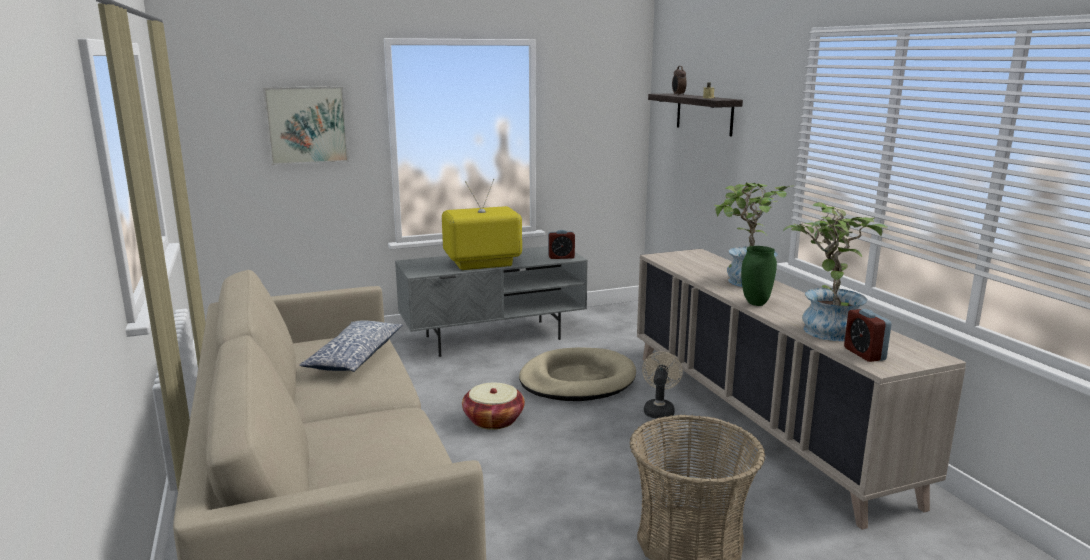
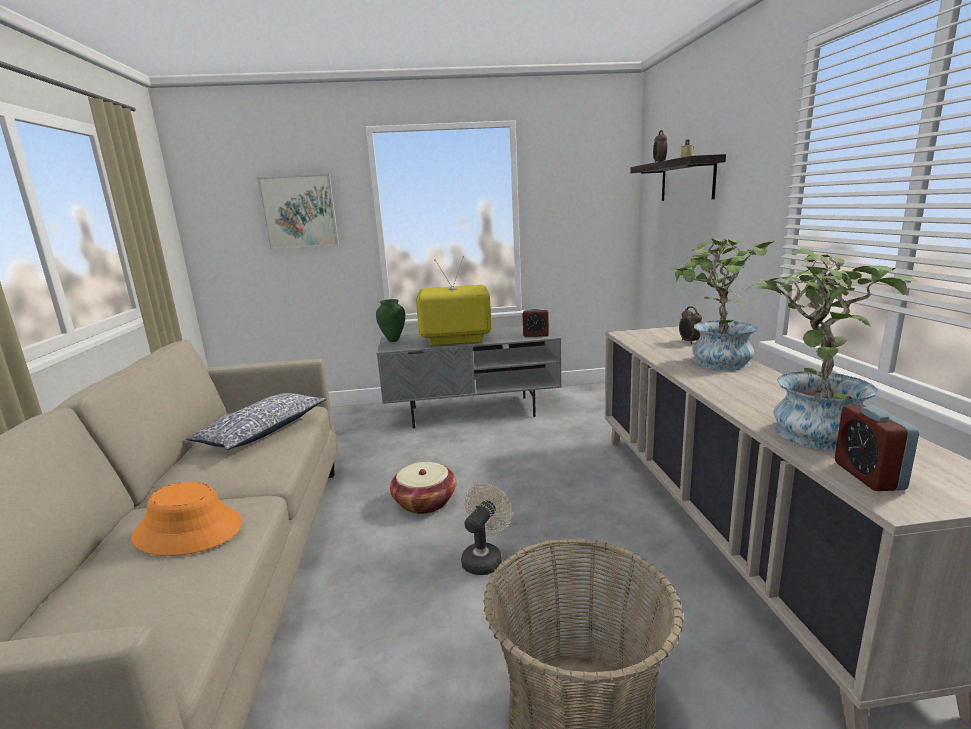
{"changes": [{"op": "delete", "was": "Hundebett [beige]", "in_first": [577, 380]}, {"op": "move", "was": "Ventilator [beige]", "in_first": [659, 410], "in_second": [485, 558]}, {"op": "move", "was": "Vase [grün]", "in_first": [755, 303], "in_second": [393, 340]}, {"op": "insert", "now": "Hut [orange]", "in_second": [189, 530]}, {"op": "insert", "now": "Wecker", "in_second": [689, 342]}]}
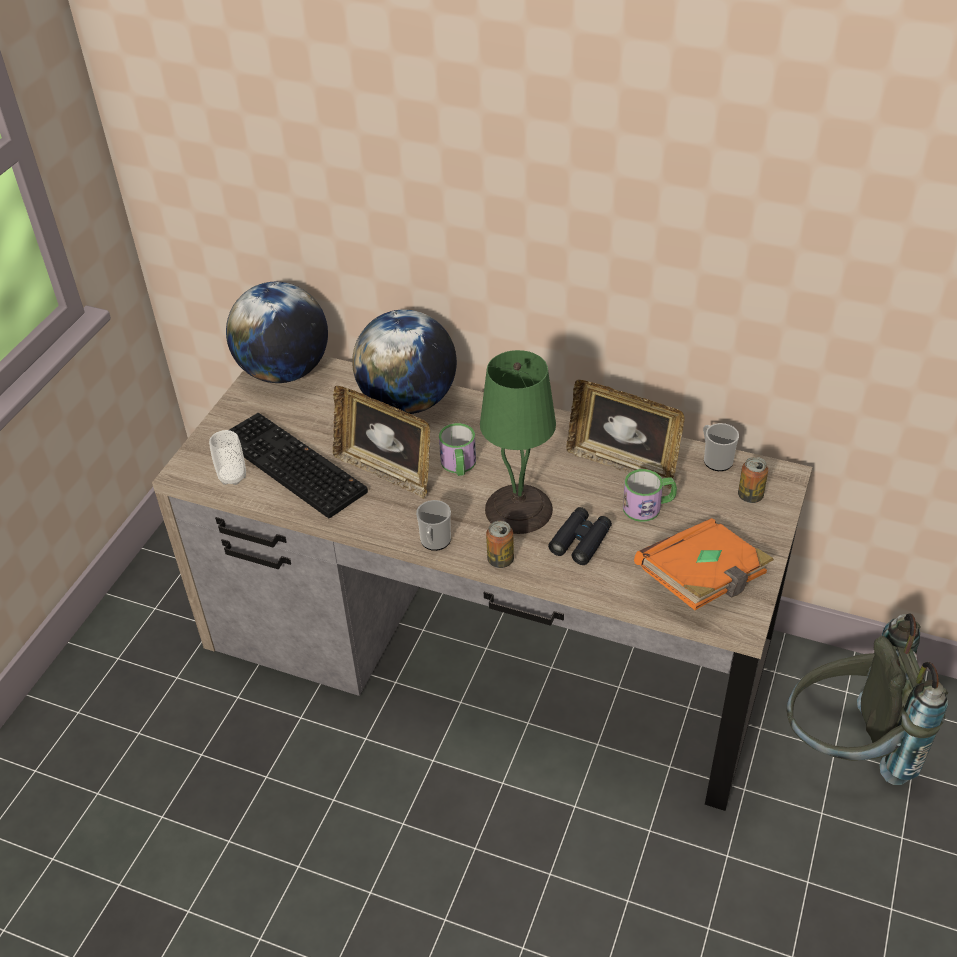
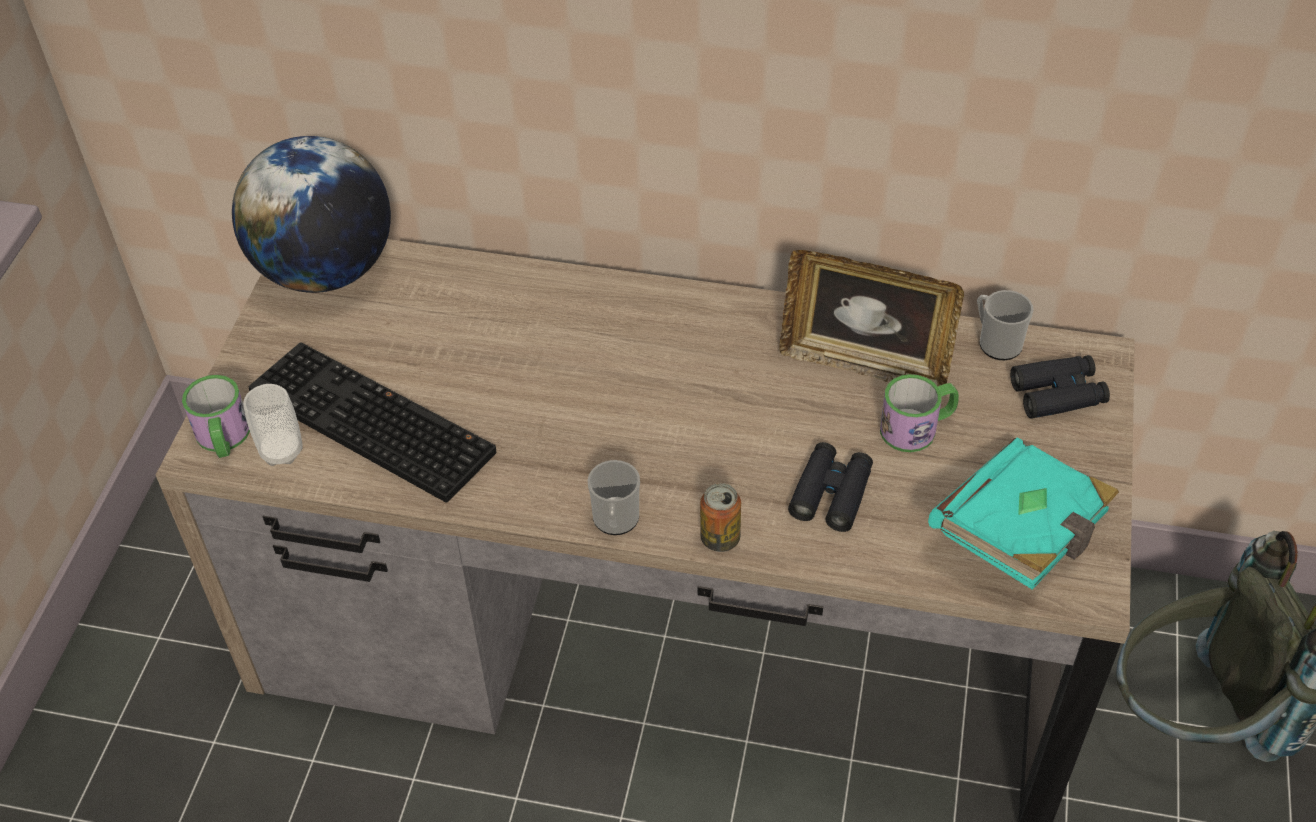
{"changes": [{"op": "delete", "was": "Bilderrahmen", "in_first": [385, 471]}, {"op": "delete", "was": "Globus", "in_first": [408, 401]}, {"op": "move", "was": "Henkelbecher", "in_first": [459, 466], "in_second": [223, 438]}, {"op": "delete", "was": "Tischlampe [grün]", "in_first": [519, 510]}, {"op": "recolor", "was": "Buch [orange]", "now": "Buch [türkis]", "in_first": [703, 581], "in_second": [1021, 534]}, {"op": "replace", "was": "Dose", "now": "Fernglas [schwarz]", "in_first": [750, 496], "in_second": [1058, 394]}]}
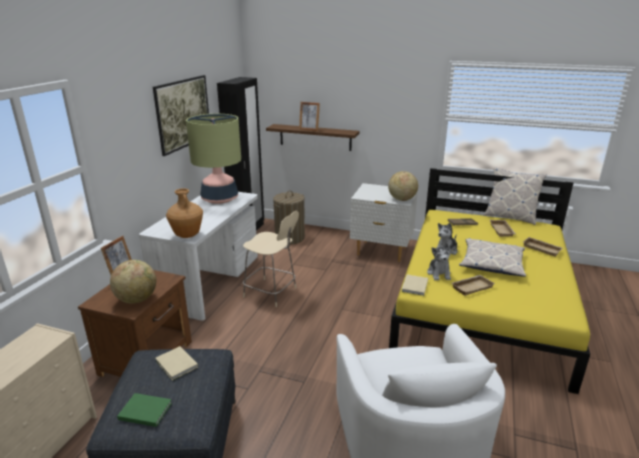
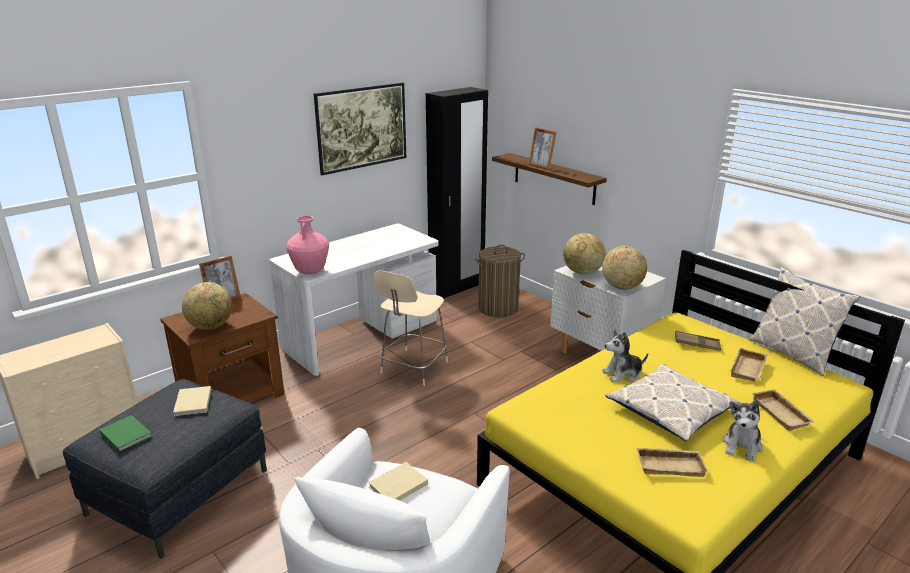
{"changes": [{"op": "recolor", "was": "Vase [braun]", "now": "Vase [rosa]", "in_first": [187, 235], "in_second": [310, 271]}, {"op": "delete", "was": "Tischlampe", "in_first": [220, 199]}, {"op": "rotate", "was": "Stuhl [beige]", "in_first": [271, 293], "in_second": [413, 368], "clockwise": 60}, {"op": "move", "was": "Buch [beige]", "in_first": [414, 286], "in_second": [396, 485]}, {"op": "move", "was": "Plüschtier", "in_first": [439, 273], "in_second": [742, 446]}, {"op": "move", "was": "Tablett [beige]", "in_first": [471, 287], "in_second": [670, 465]}, {"op": "insert", "now": "Globus", "in_second": [582, 273]}]}
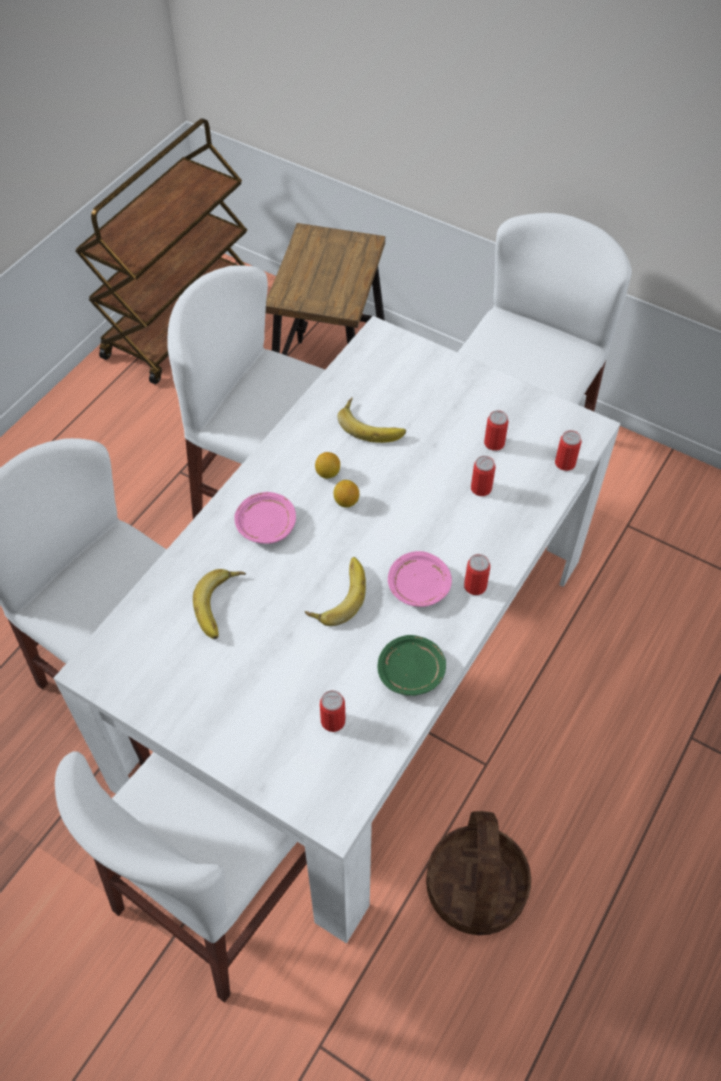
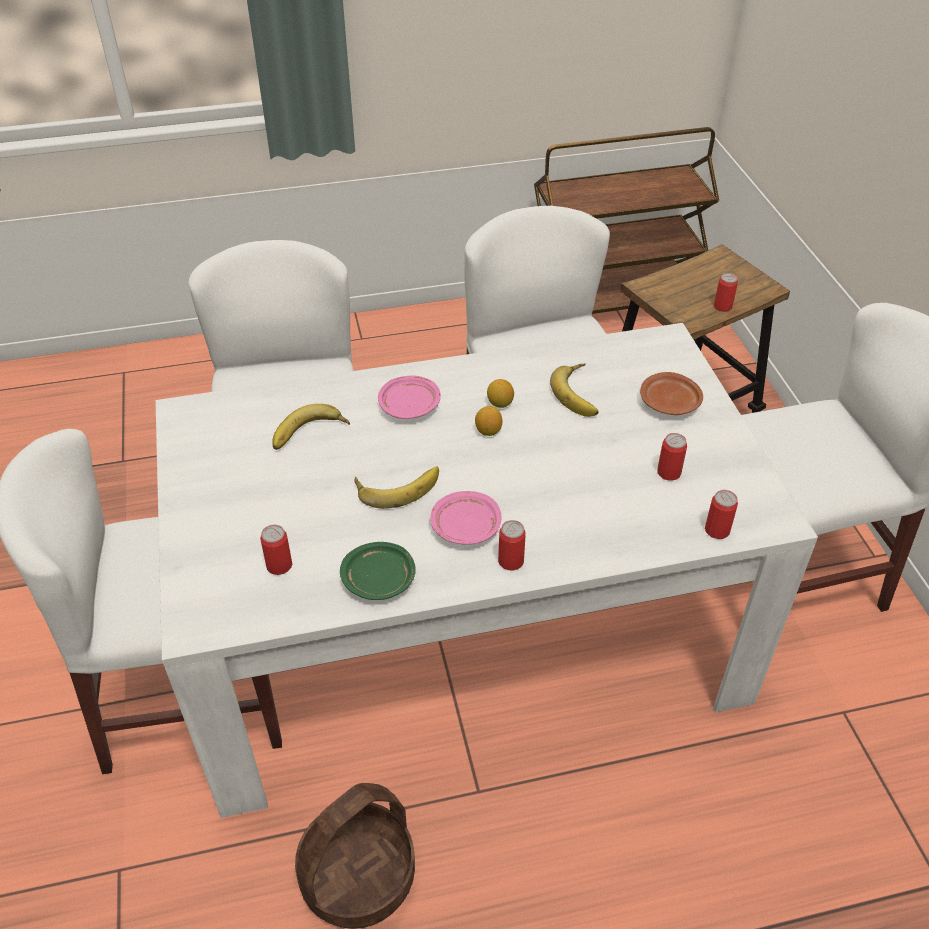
{"changes": [{"op": "move", "was": "Dose", "in_first": [481, 488], "in_second": [722, 306]}, {"op": "insert", "now": "Teller [braun]", "in_second": [669, 403]}]}
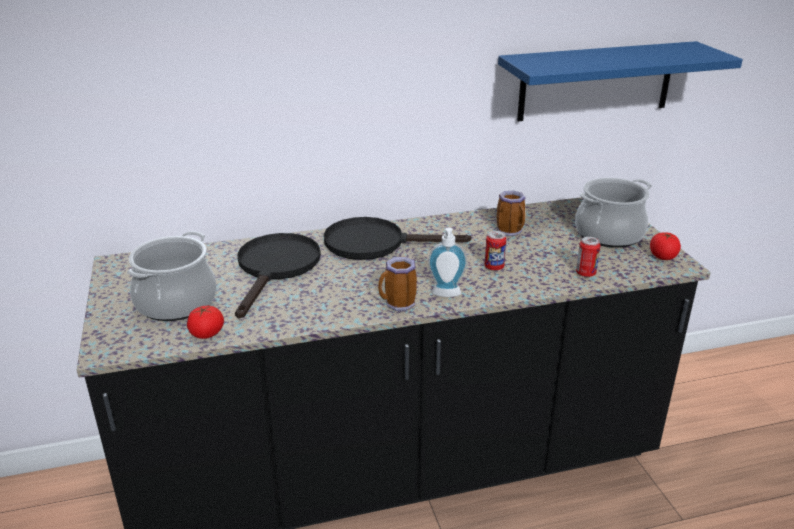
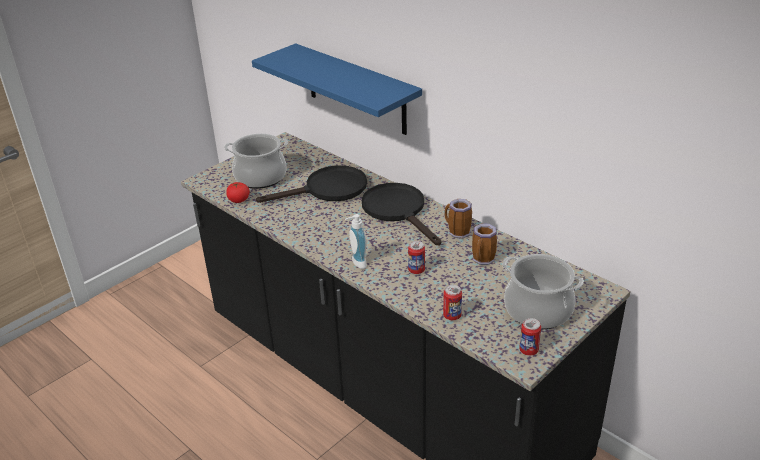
{"changes": [{"op": "move", "was": "Henkelbecher", "in_first": [398, 305], "in_second": [457, 232]}, {"op": "move", "was": "Wandregal [blau]", "in_first": [596, 81], "in_second": [356, 89]}, {"op": "replace", "was": "Tomate", "now": "Dose", "in_first": [663, 256], "in_second": [528, 350]}]}
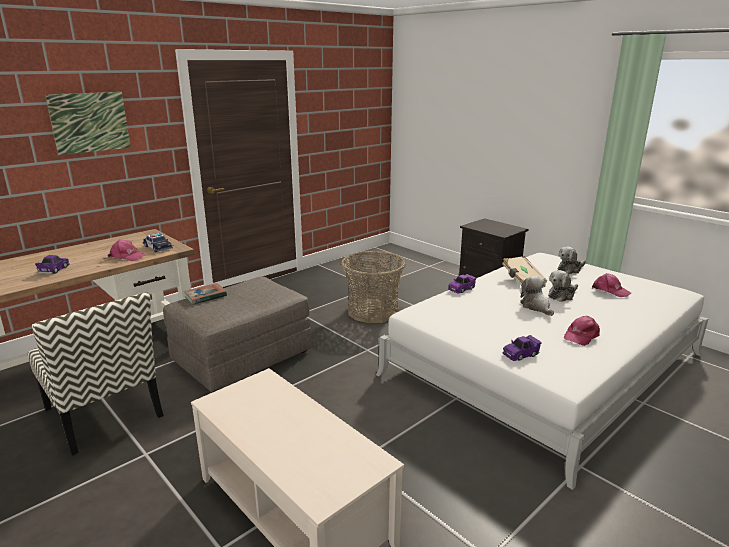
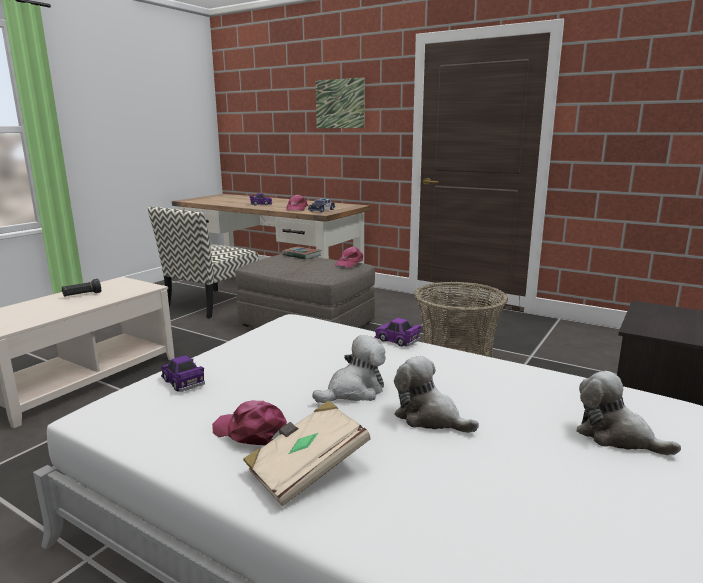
{"changes": [{"op": "move", "was": "Buch [beige]", "in_first": [522, 279], "in_second": [306, 469]}, {"op": "move", "was": "Kappe [rosa]", "in_first": [610, 290], "in_second": [349, 263]}, {"op": "insert", "now": "Taschenlampe [schwarz]", "in_second": [82, 295]}]}
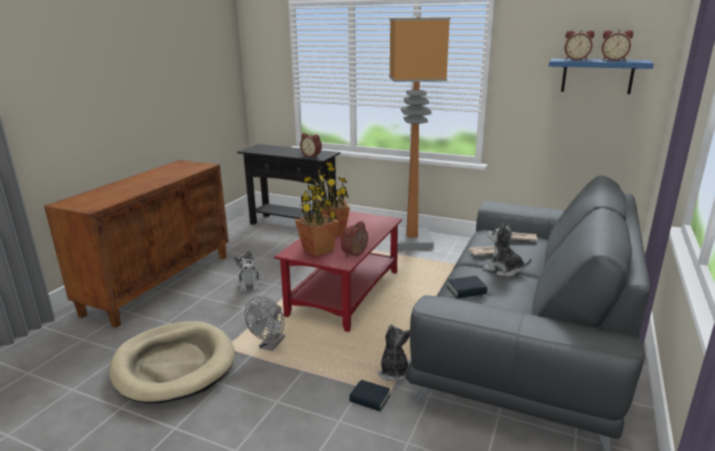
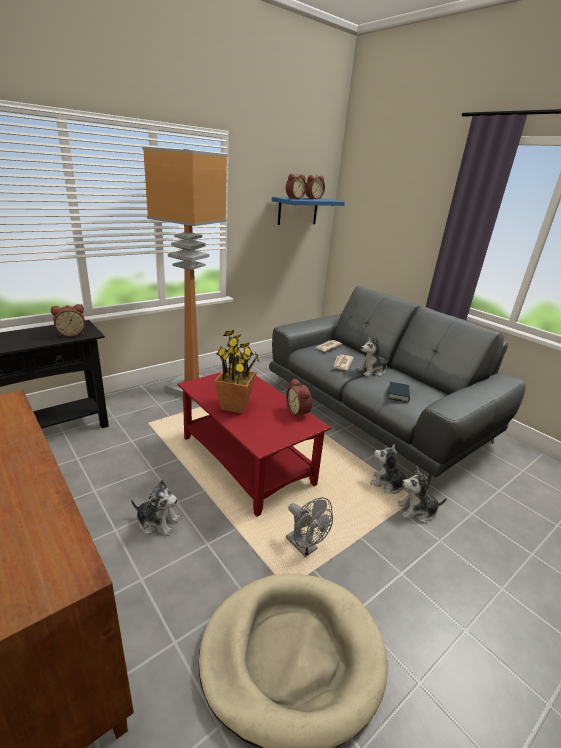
{"changes": [{"op": "delete", "was": "Topfpflanze", "in_first": [318, 250]}, {"op": "replace", "was": "Buch", "now": "Plüschtier", "in_first": [370, 399], "in_second": [417, 511]}]}
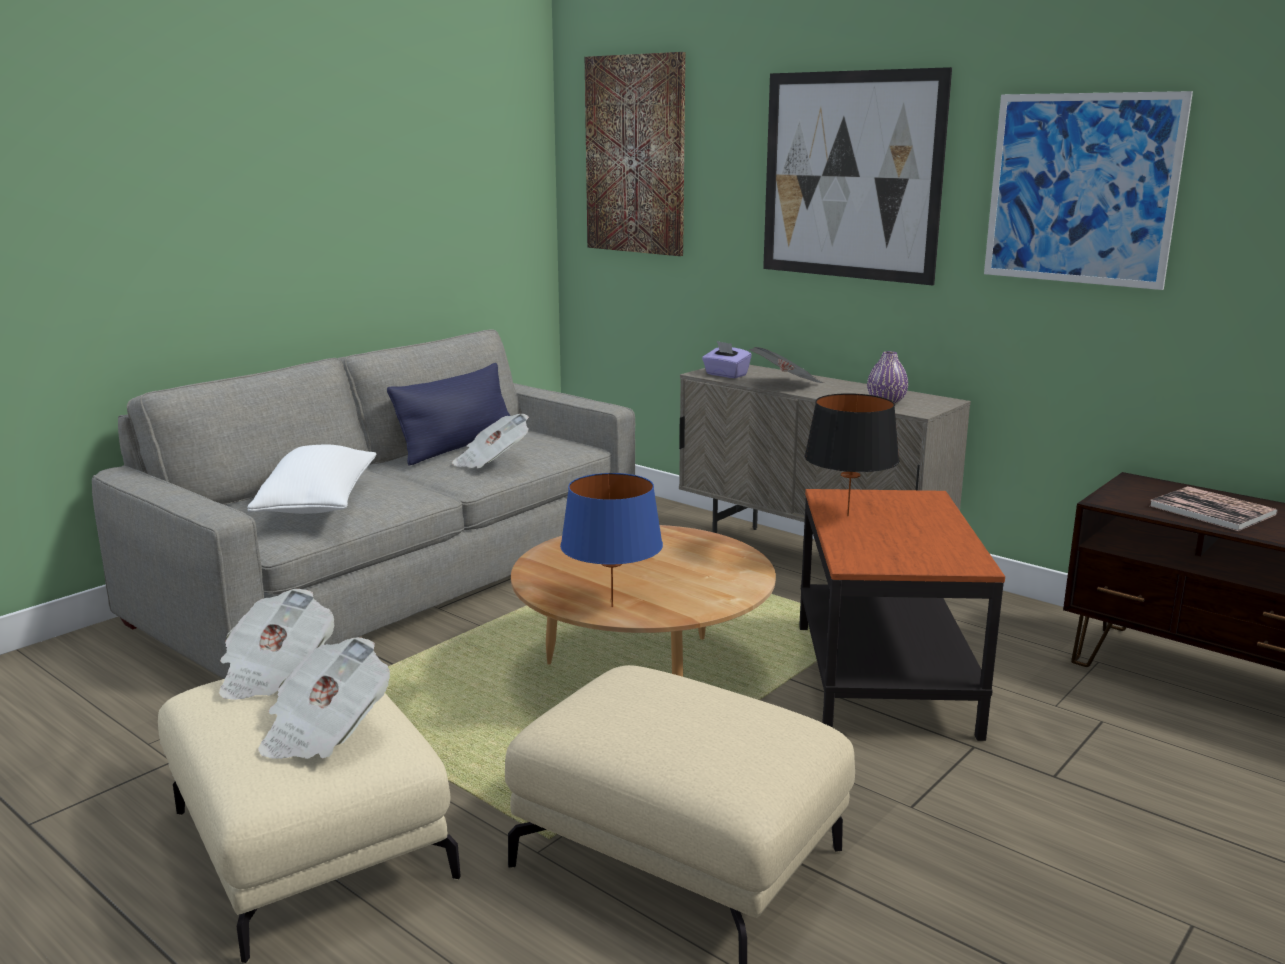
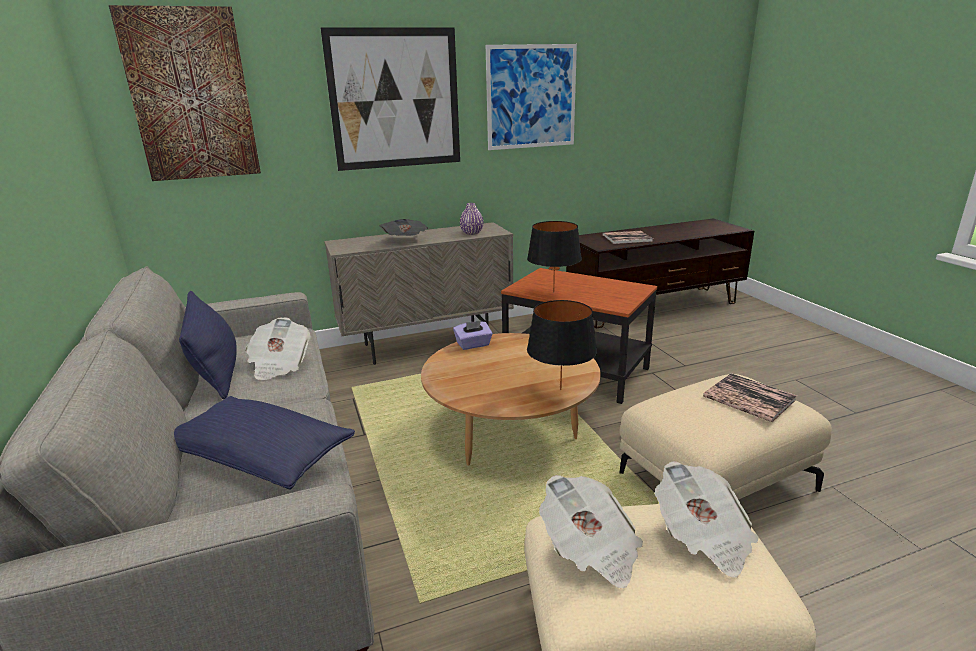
{"changes": [{"op": "recolor", "was": "Kissen [weiß]", "now": "Kissen [blau]", "in_first": [319, 504], "in_second": [260, 459]}, {"op": "recolor", "was": "Tischlampe [blau]", "now": "Tischlampe [schwarz]", "in_first": [612, 606], "in_second": [560, 390]}, {"op": "move", "was": "Taschentuchbox [lila]", "in_first": [726, 375], "in_second": [473, 345]}, {"op": "insert", "now": "Buch", "in_second": [749, 398]}]}
